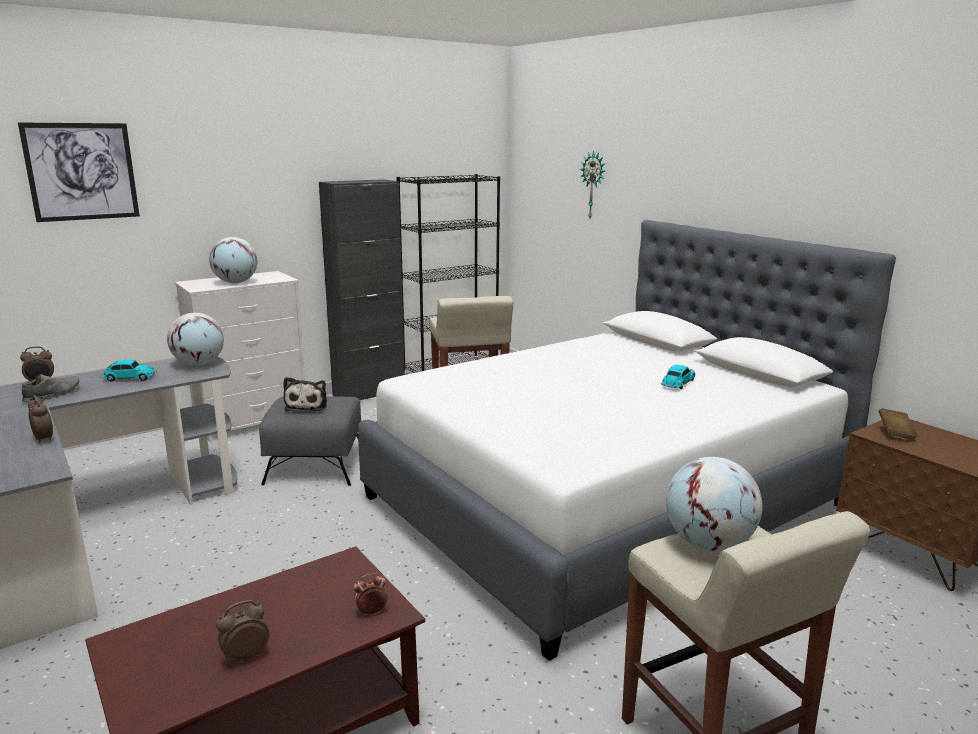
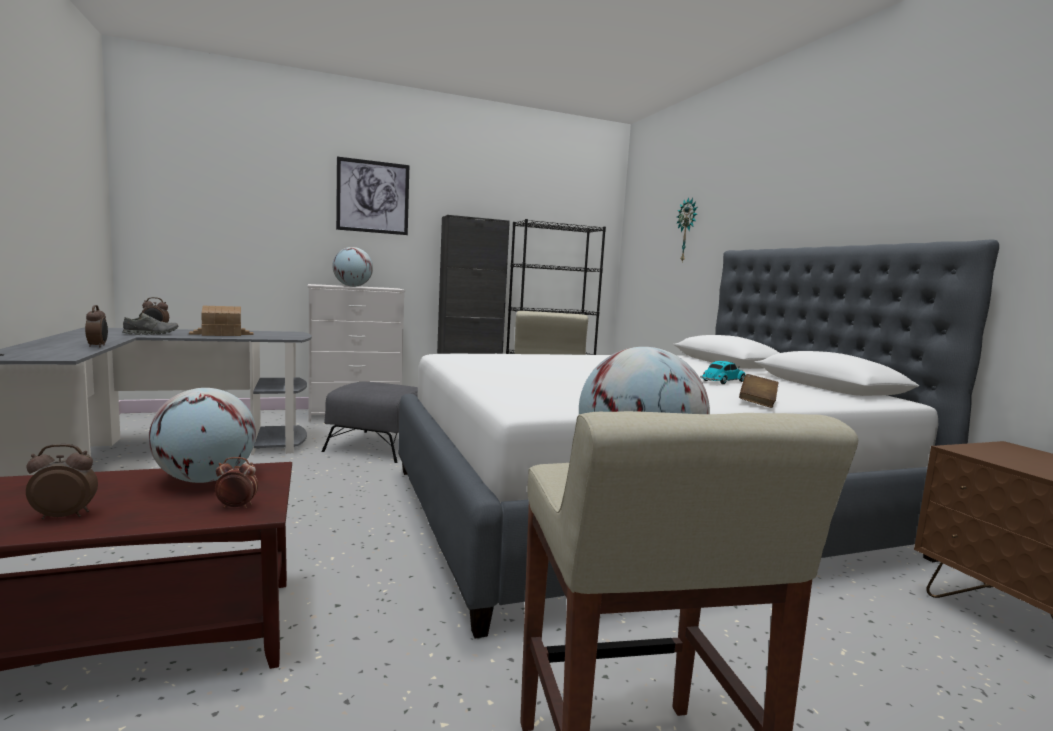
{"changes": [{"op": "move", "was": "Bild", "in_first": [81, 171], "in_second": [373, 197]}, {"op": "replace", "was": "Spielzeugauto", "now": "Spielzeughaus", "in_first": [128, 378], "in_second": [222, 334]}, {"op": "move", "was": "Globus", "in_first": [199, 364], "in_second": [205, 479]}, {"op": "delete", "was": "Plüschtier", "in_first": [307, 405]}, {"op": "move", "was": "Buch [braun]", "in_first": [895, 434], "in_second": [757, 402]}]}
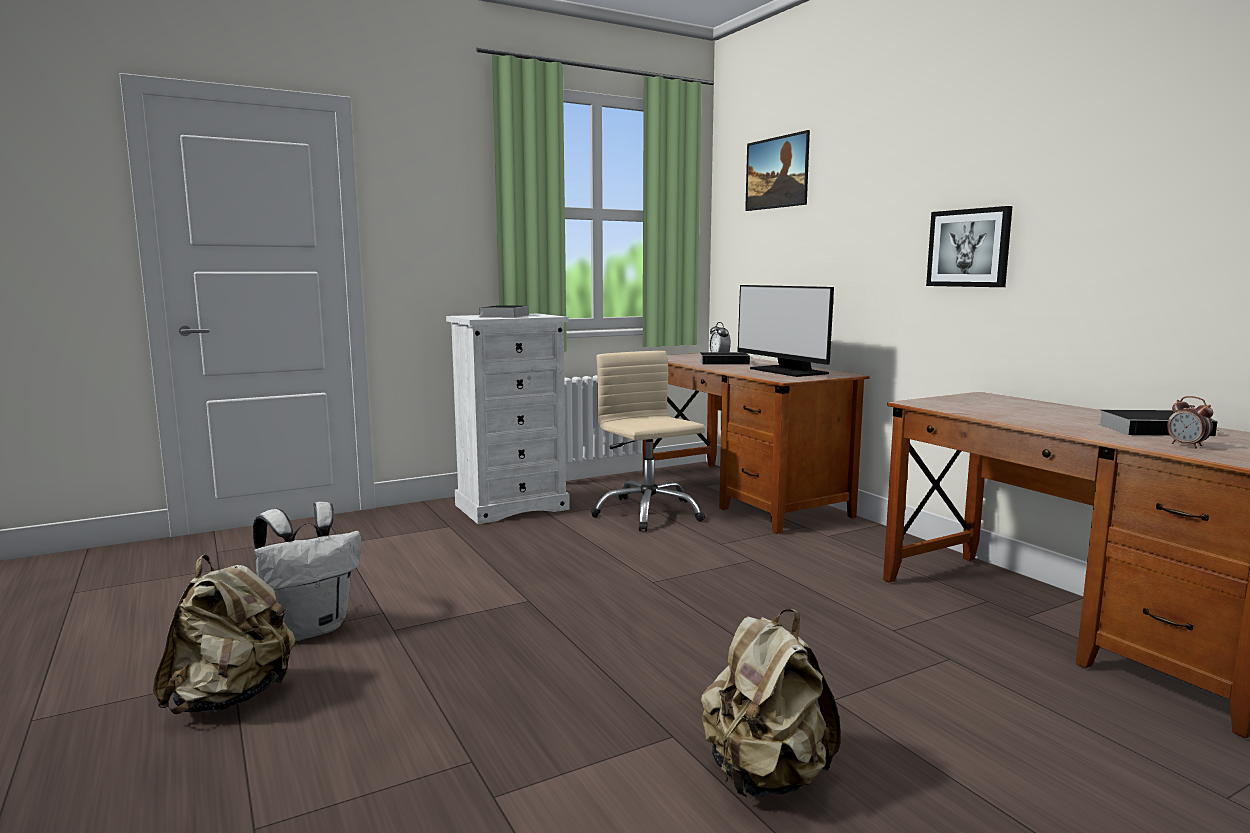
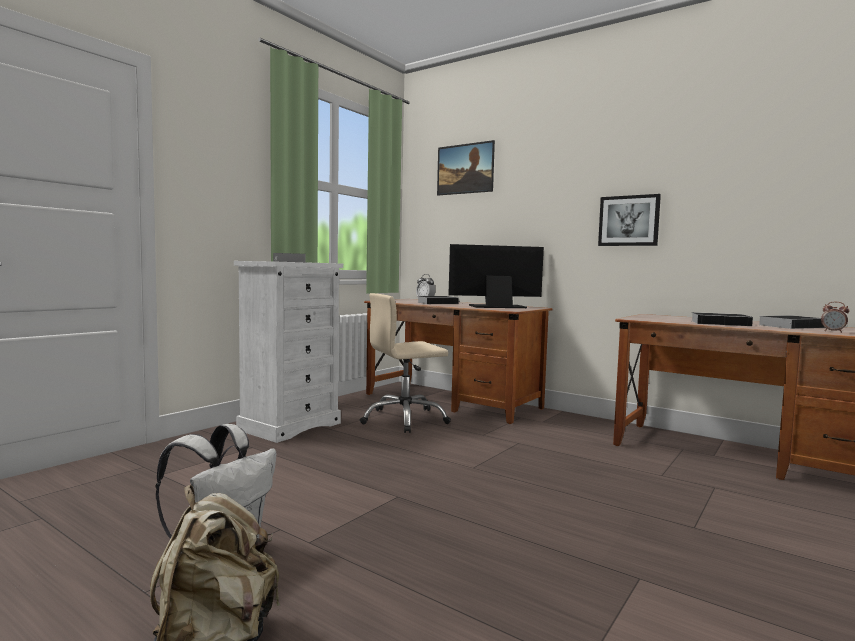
{"changes": [{"op": "rotate", "was": "Bürostuhl [beige]", "in_first": [648, 513], "in_second": [404, 420], "clockwise": -60}, {"op": "delete", "was": "Rucksack [beige]", "in_first": [765, 777]}, {"op": "rotate", "was": "Monitor", "in_first": [787, 371], "in_second": [496, 306], "clockwise": 135}, {"op": "insert", "now": "Buch", "in_second": [722, 323]}]}
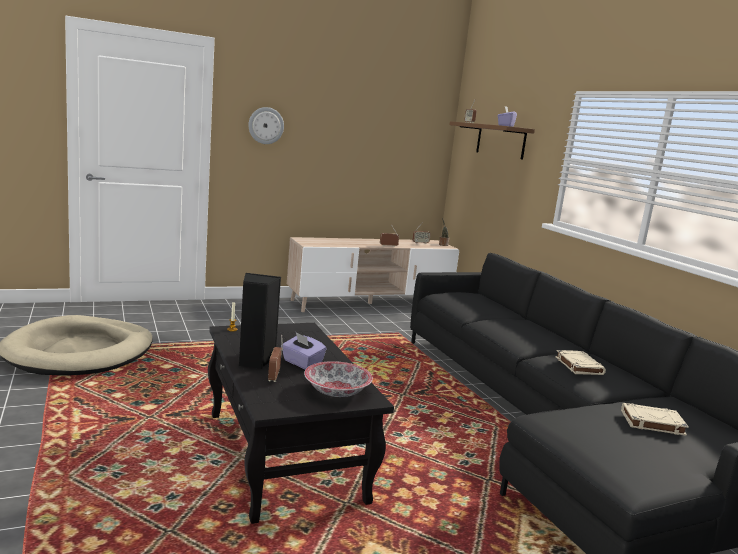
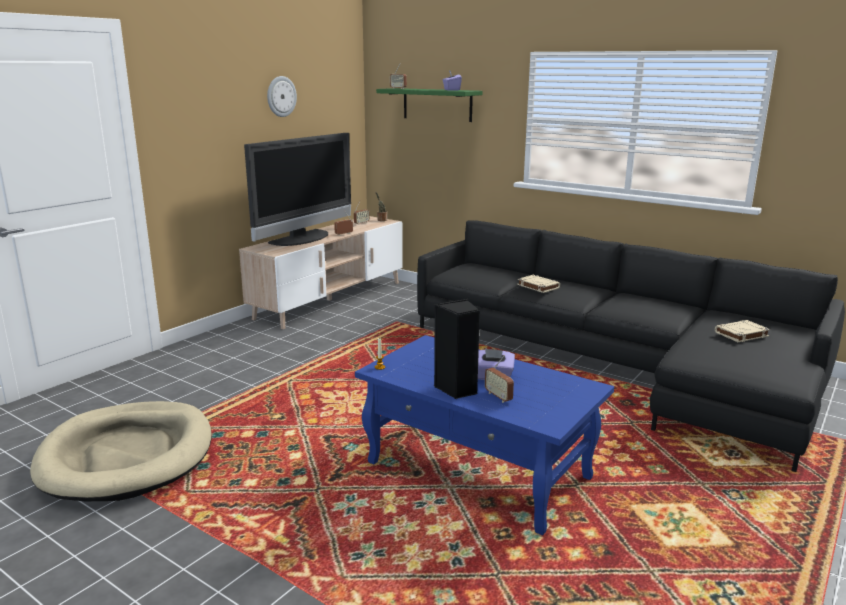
{"changes": [{"op": "recolor", "was": "Couchtisch [schwarz]", "now": "Couchtisch [blau]", "in_first": [284, 456], "in_second": [480, 470]}, {"op": "move", "was": "Wanduhr", "in_first": [266, 125], "in_second": [281, 96]}, {"op": "delete", "was": "Schüssel", "in_first": [337, 392]}, {"op": "recolor", "was": "Wandregal [braun]", "now": "Wandregal [grün]", "in_first": [500, 141], "in_second": [437, 104]}, {"op": "move", "was": "Buch [beige]", "in_first": [578, 366], "in_second": [537, 286]}, {"op": "insert", "now": "Fernseher", "in_second": [303, 238]}]}
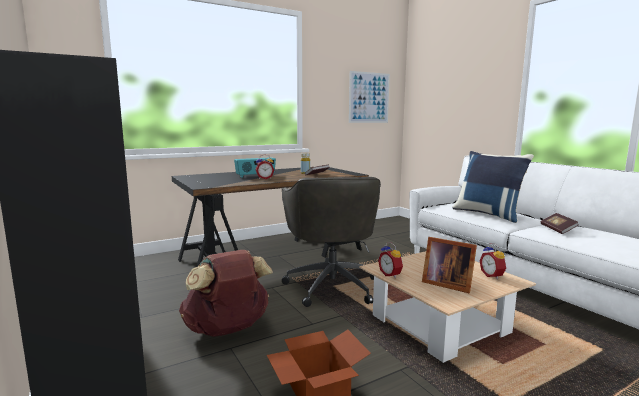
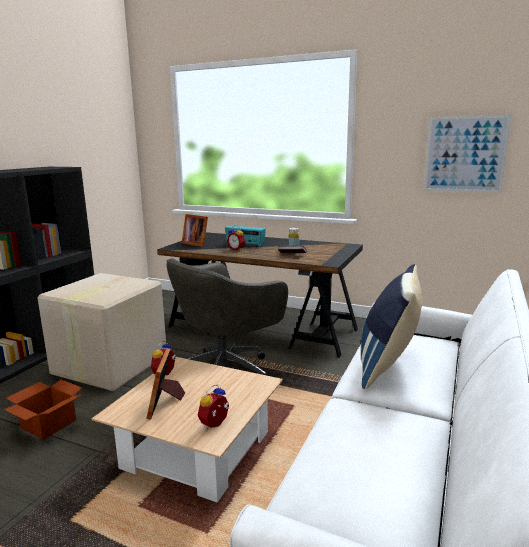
{"changes": [{"op": "replace", "was": "Rucksack [braun]", "now": "Karton", "in_first": [228, 330], "in_second": [108, 365]}, {"op": "delete", "was": "Buch", "in_first": [558, 229]}, {"op": "insert", "now": "Bilderrahmen", "in_second": [196, 244]}]}
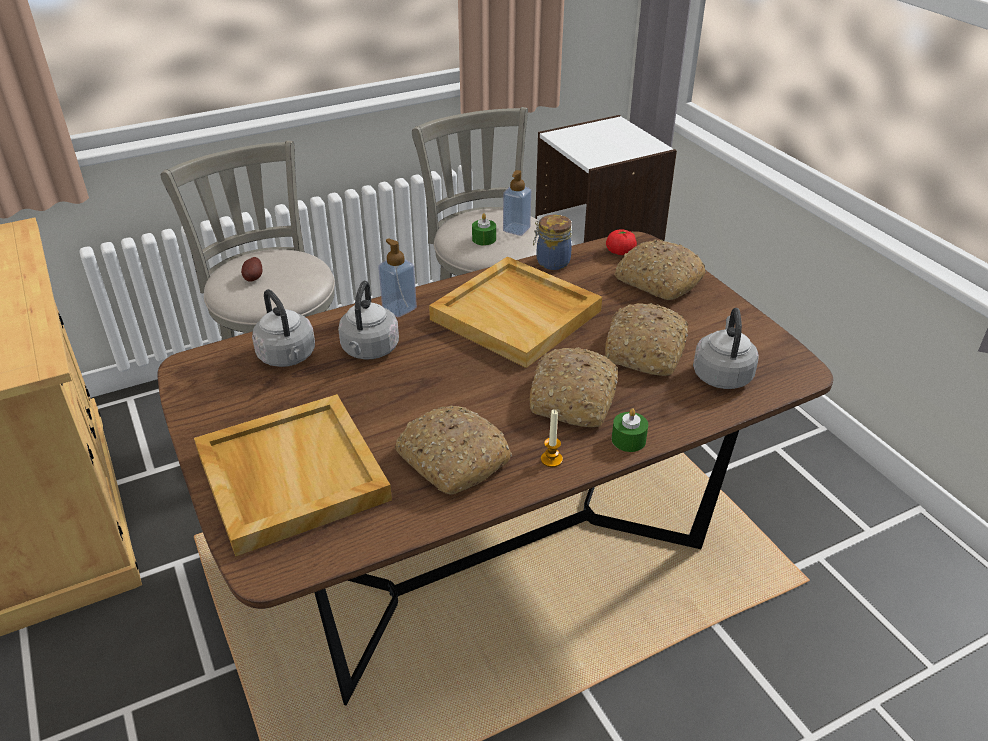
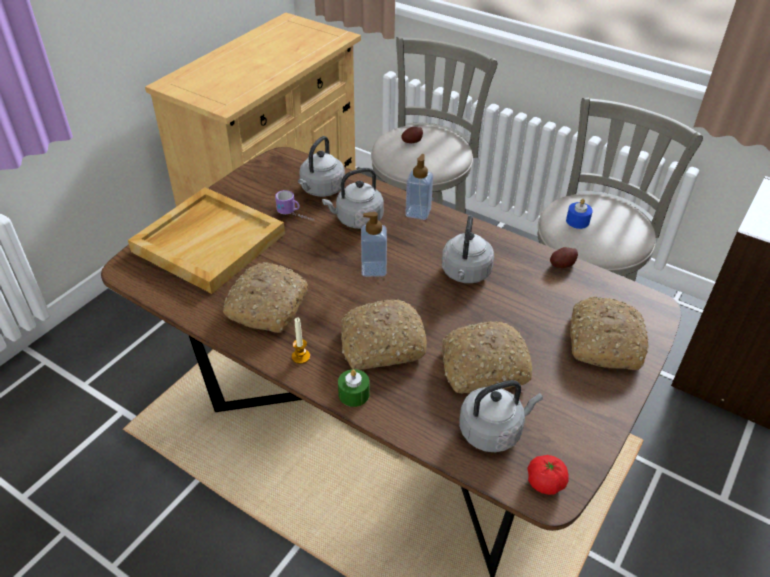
{"changes": [{"op": "replace", "was": "Tablett [beige]", "now": "Wasserkessel [grau]", "in_first": [517, 315], "in_second": [465, 274]}, {"op": "recolor", "was": "Kerze [grün]", "now": "Kerze [blau]", "in_first": [484, 239], "in_second": [577, 221]}, {"op": "move", "was": "Seifenspender", "in_first": [516, 229], "in_second": [373, 269]}, {"op": "replace", "was": "Vorratsglas", "now": "Kartoffel", "in_first": [551, 262], "in_second": [562, 265]}, {"op": "move", "was": "Tomate", "in_first": [620, 252], "in_second": [545, 482]}, {"op": "insert", "now": "Henkelbecher", "in_second": [296, 216]}]}
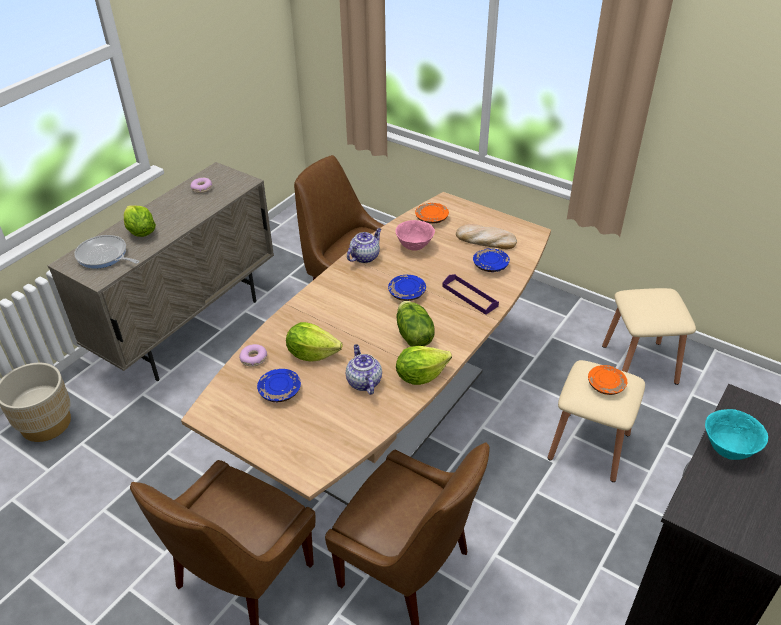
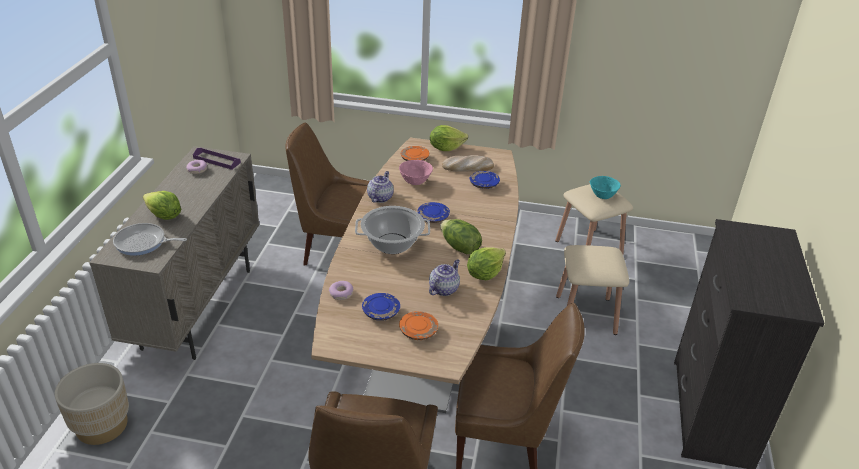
{"changes": [{"op": "move", "was": "Salatkopf", "in_first": [312, 354], "in_second": [446, 148]}, {"op": "rotate", "was": "Teekanne", "in_first": [363, 382], "in_second": [443, 289], "clockwise": 75}, {"op": "move", "was": "Tablett [lila]", "in_first": [470, 296], "in_second": [217, 160]}, {"op": "move", "was": "Teller [orange]", "in_first": [606, 385], "in_second": [418, 331]}, {"op": "move", "was": "Schüssel [türkis]", "in_first": [727, 449], "in_second": [602, 196]}, {"op": "insert", "now": "Kochtopf", "in_second": [392, 244]}]}
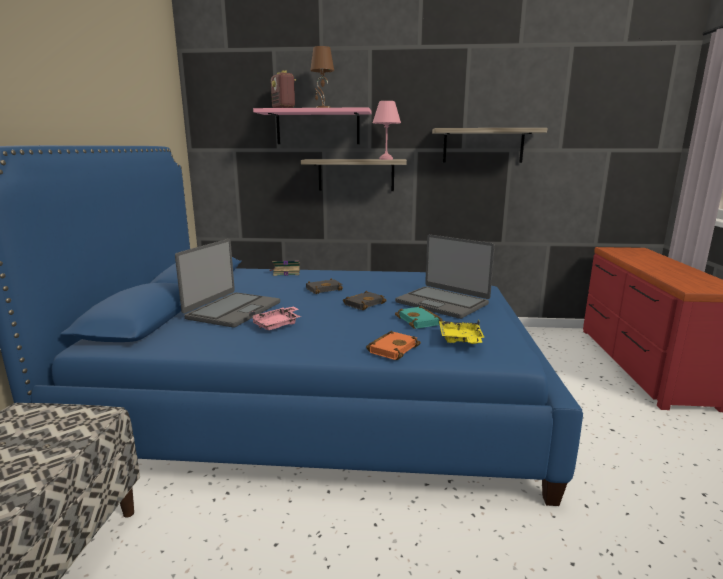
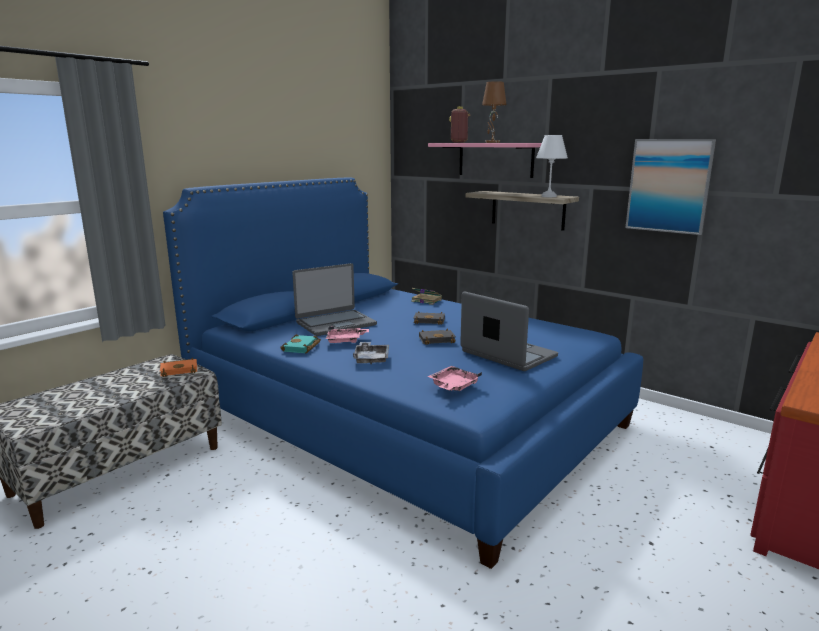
{"changes": [{"op": "move", "was": "Buch [orange]", "in_first": [392, 348], "in_second": [180, 370]}, {"op": "recolor", "was": "Tischlampe [rosa]", "now": "Tischlampe [weiß]", "in_first": [386, 159], "in_second": [549, 196]}, {"op": "rotate", "was": "Laptop", "in_first": [442, 303], "in_second": [507, 354], "clockwise": 150}, {"op": "move", "was": "Buch [türkis]", "in_first": [420, 321], "in_second": [302, 348]}, {"op": "replace", "was": "Wandregal", "now": "Bild", "in_first": [483, 145], "in_second": [669, 186]}, {"op": "recolor", "was": "Tablett [gelb]", "now": "Tablett [rosa]", "in_first": [460, 340], "in_second": [453, 386]}, {"op": "insert", "now": "Tablett [grau]", "in_second": [371, 359]}]}
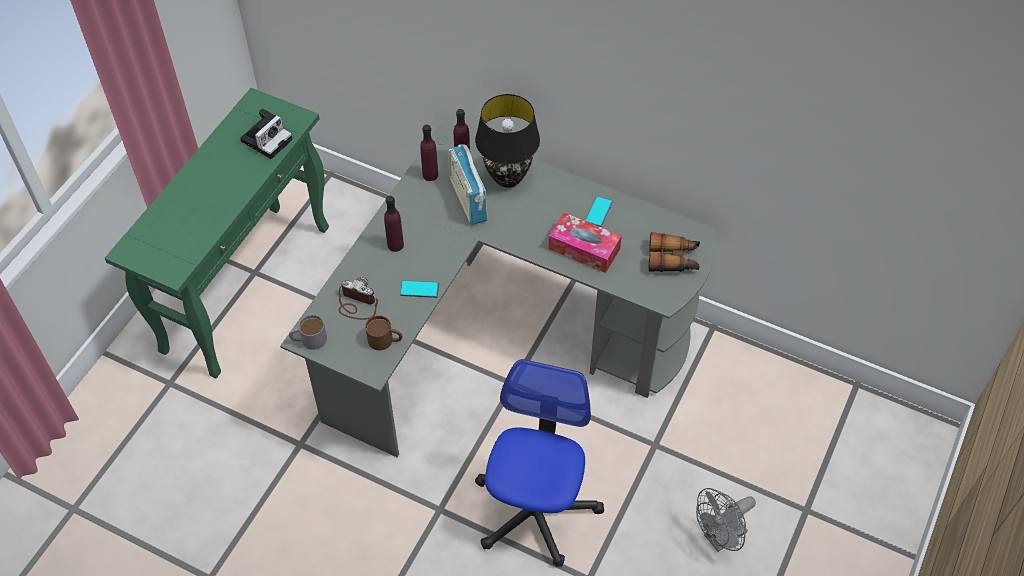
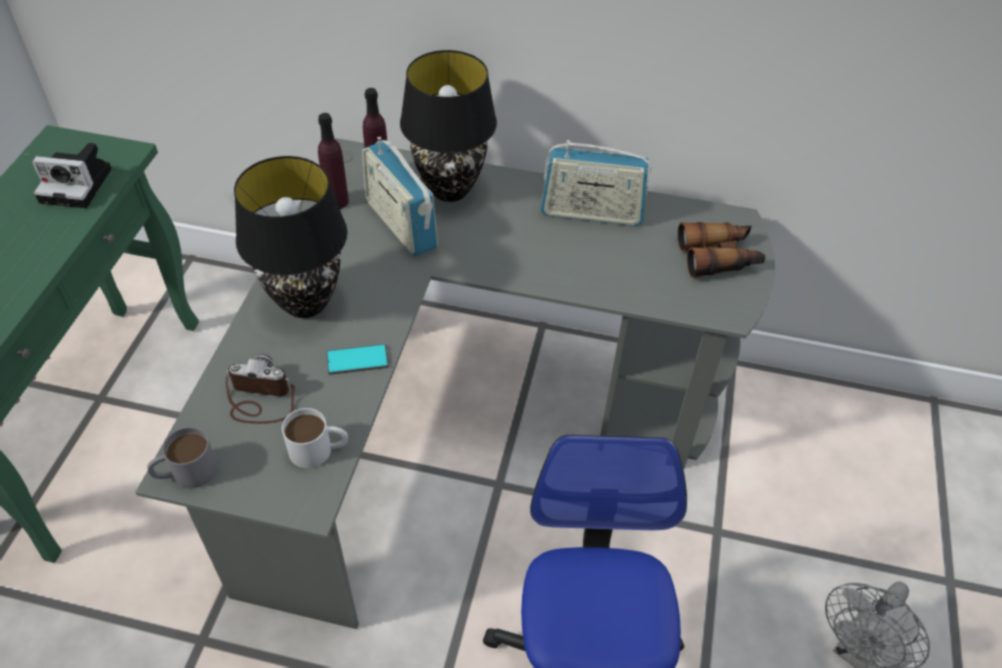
{"changes": [{"op": "rotate", "was": "Kamera", "in_first": [267, 139], "in_second": [79, 185], "clockwise": 75}, {"op": "recolor", "was": "Henkelbecher [braun]", "now": "Henkelbecher [weiß]", "in_first": [385, 340], "in_second": [319, 449]}, {"op": "replace", "was": "Flasche [lila]", "now": "Tischlampe [schwarz]", "in_first": [395, 245], "in_second": [305, 302]}, {"op": "delete", "was": "Taschentuchbox", "in_first": [584, 249]}, {"op": "replace", "was": "Handy", "now": "Radio", "in_first": [598, 212], "in_second": [591, 213]}]}
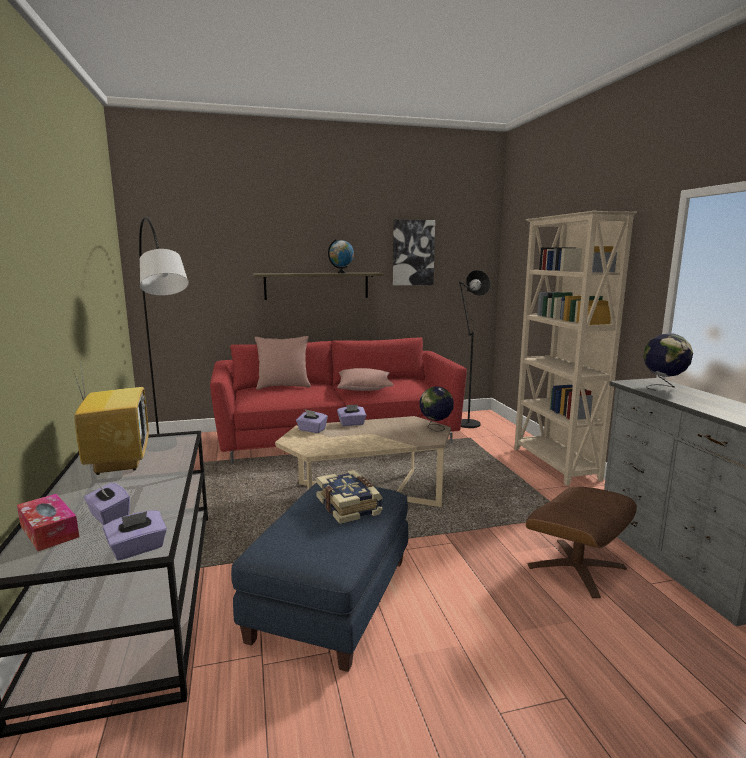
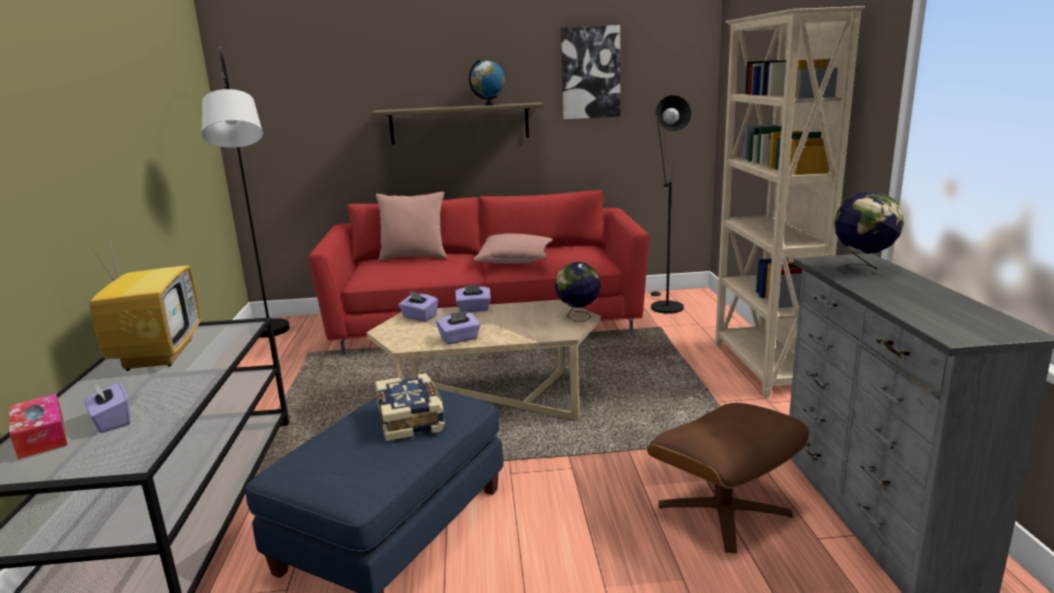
{"changes": [{"op": "move", "was": "Taschentuchbox [lila]", "in_first": [137, 549], "in_second": [459, 339]}]}
